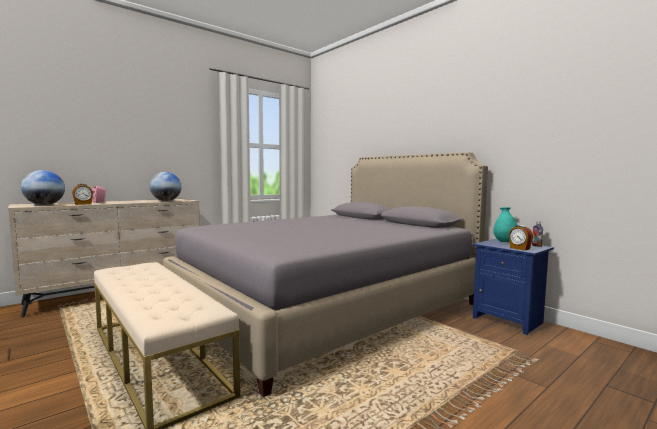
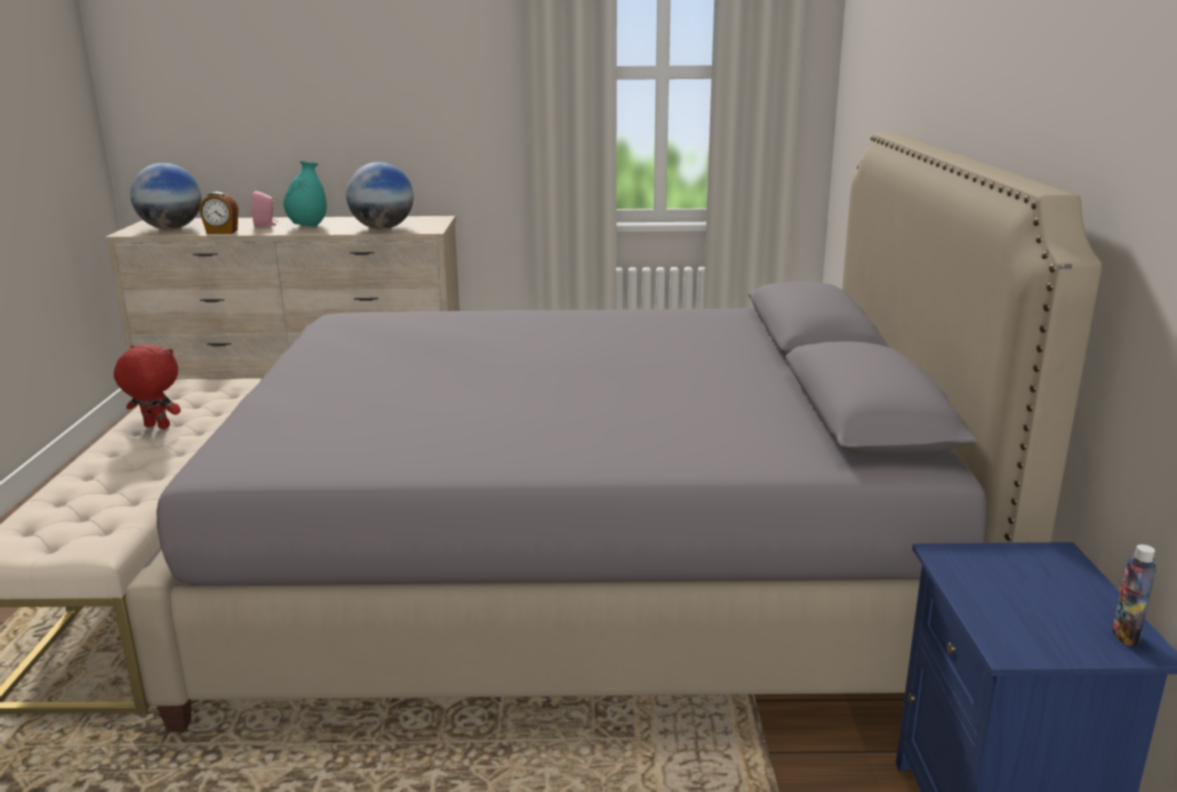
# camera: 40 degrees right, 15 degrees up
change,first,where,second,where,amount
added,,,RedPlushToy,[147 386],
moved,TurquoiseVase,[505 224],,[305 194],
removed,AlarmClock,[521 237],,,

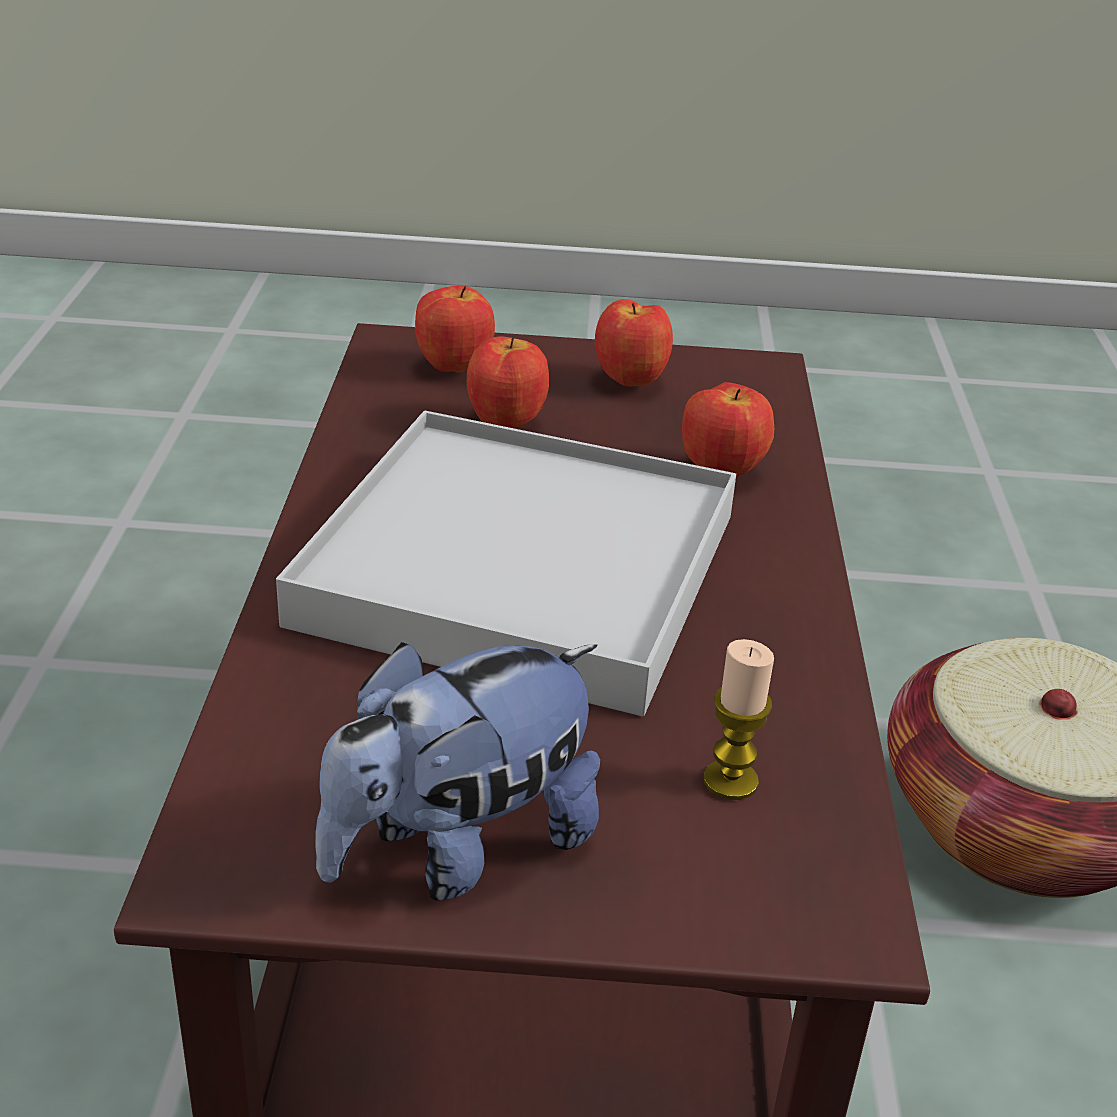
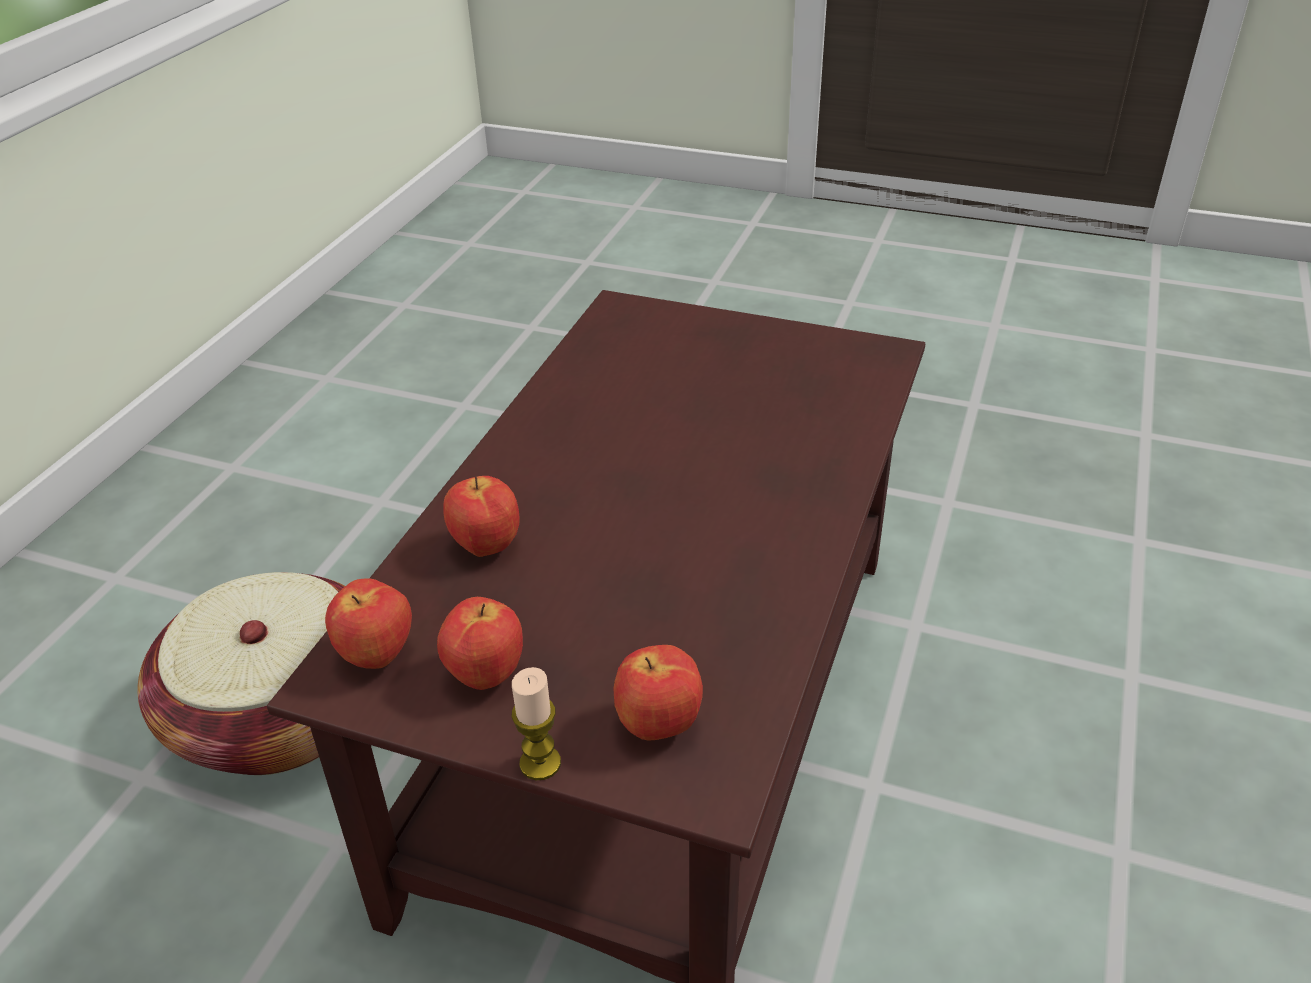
# camera: 160 degrees left, 5 degrees up
change,first,where,second,where,amount
moved,Apple,[508 381],,[368 624],
moved,Candle,[738 719],,[536 723],
removed,WhiteTray,[506 563],,,
removed,PlushToy,[457 771],,,

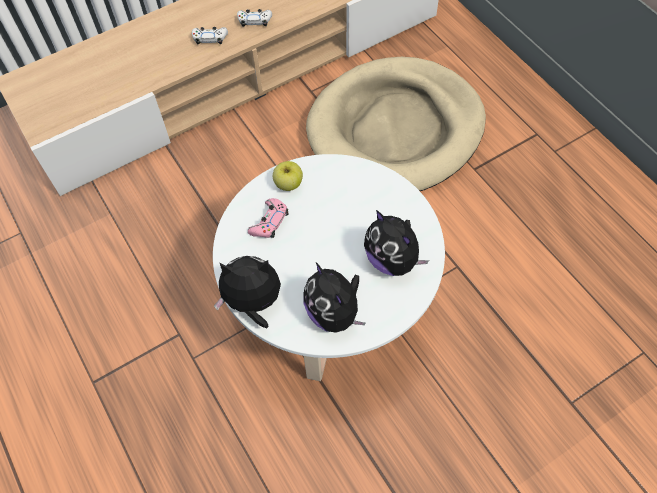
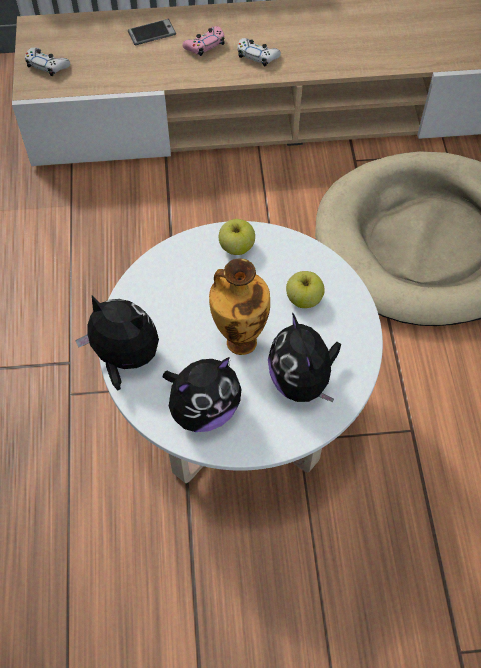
# camera: 25 degrees right, 0 degrees up
change,first,where,second,where,amount
moved,WhiteGameController,[254 18],,[47 62],
added,,,Phone,[152 32],
turned,PlushToy,[334 298],,[202 394],120 degrees counterclockwise
moved,PinkGameController,[268 218],,[203 41],
added,,,Vase,[239 306],
added,,,Apple,[305 289],

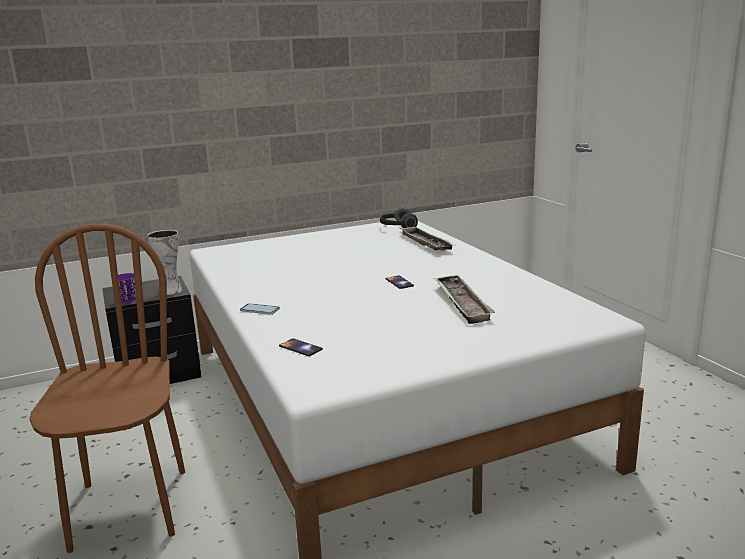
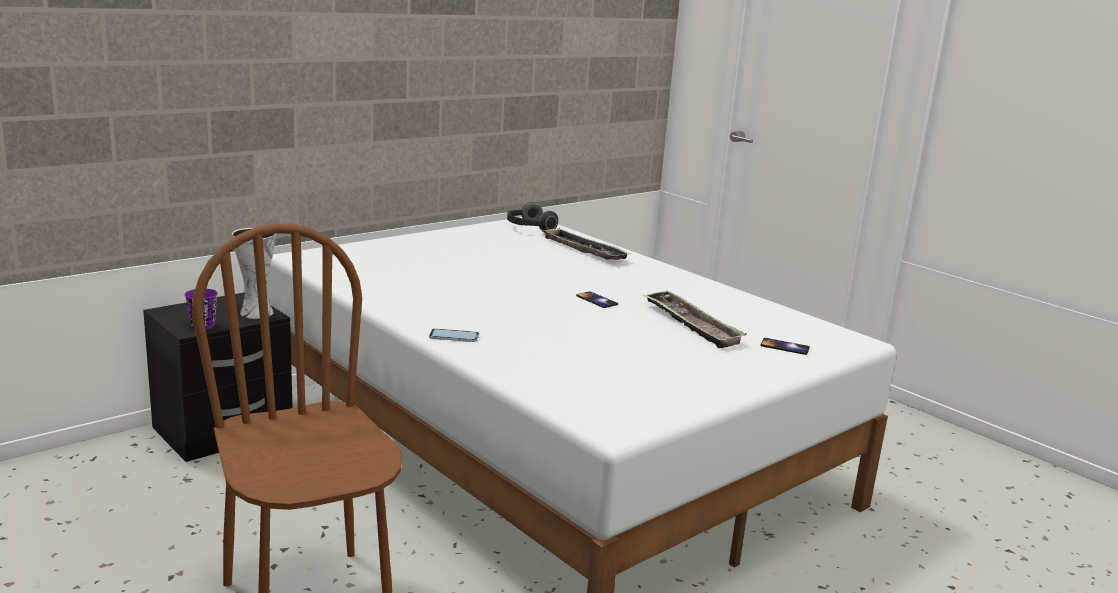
# camera: 20 degrees left, 0 degrees up
change,first,where,second,where,amount
moved,Phone,[301 347],,[785 346],

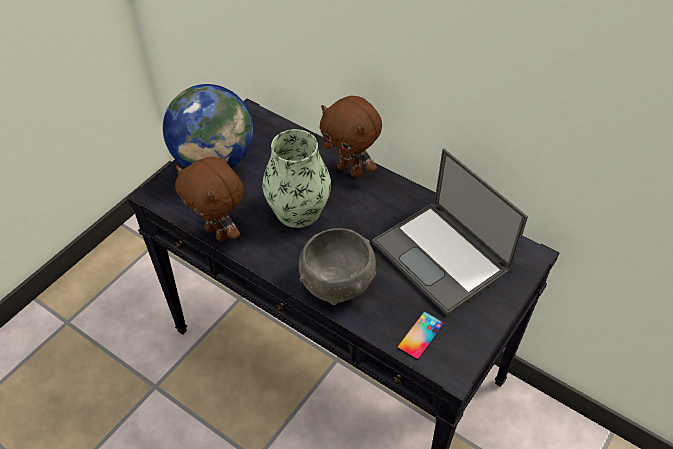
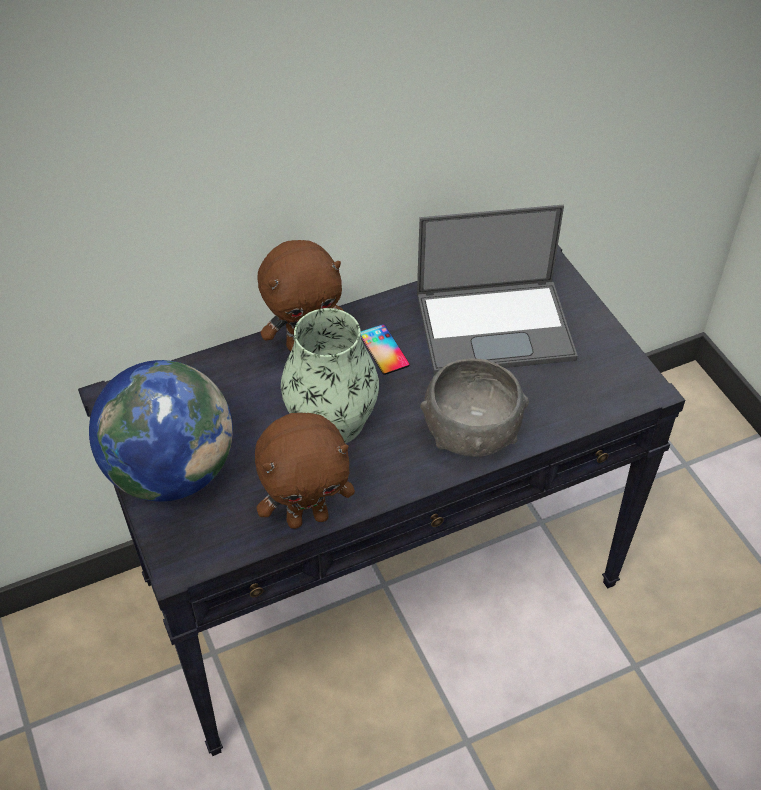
# camera: 60 degrees left, 0 degrees up
change,first,where,second,where,amount
moved,Phone,[420 336],,[385 349],

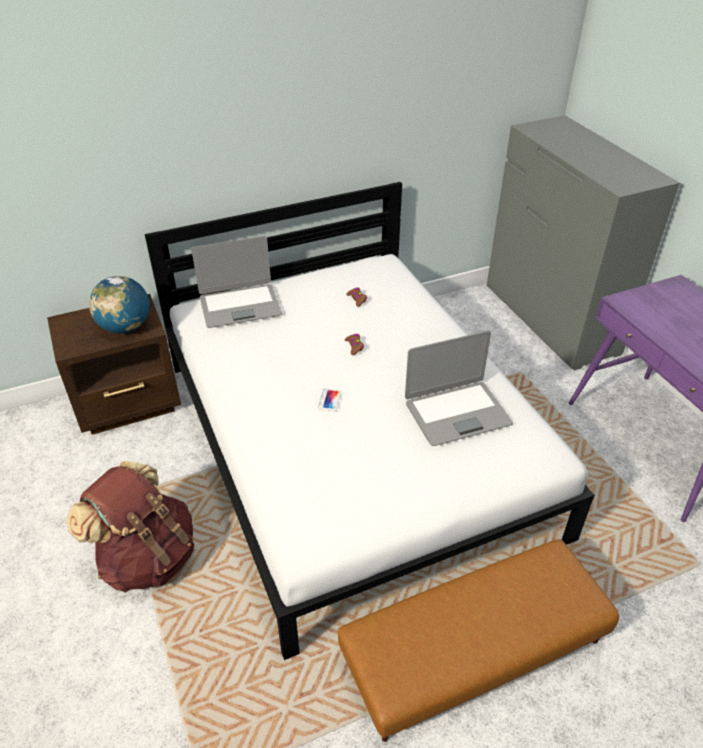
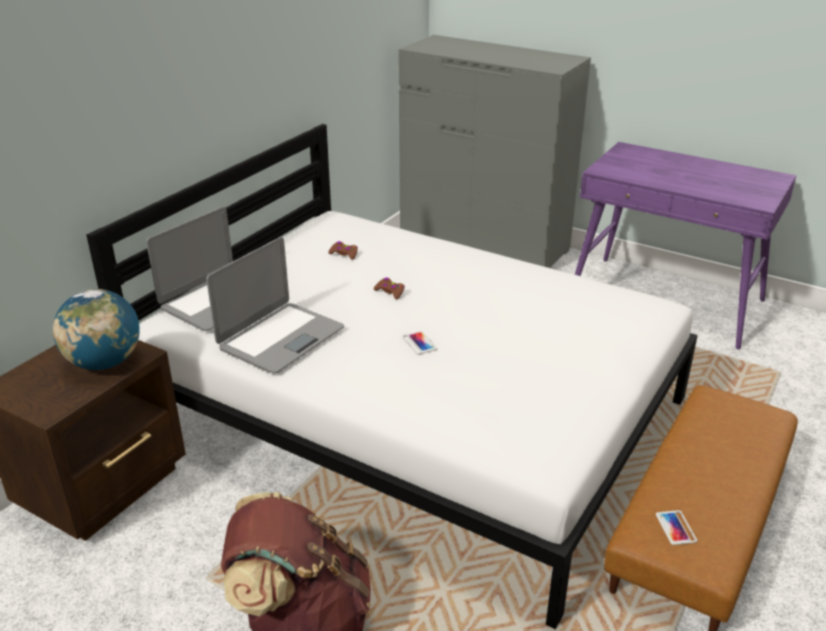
# camera: 35 degrees left, 10 degrees down
change,first,where,second,where,amount
moved,Laptop,[459 388],,[275 305],
added,,,Phone,[676 527],

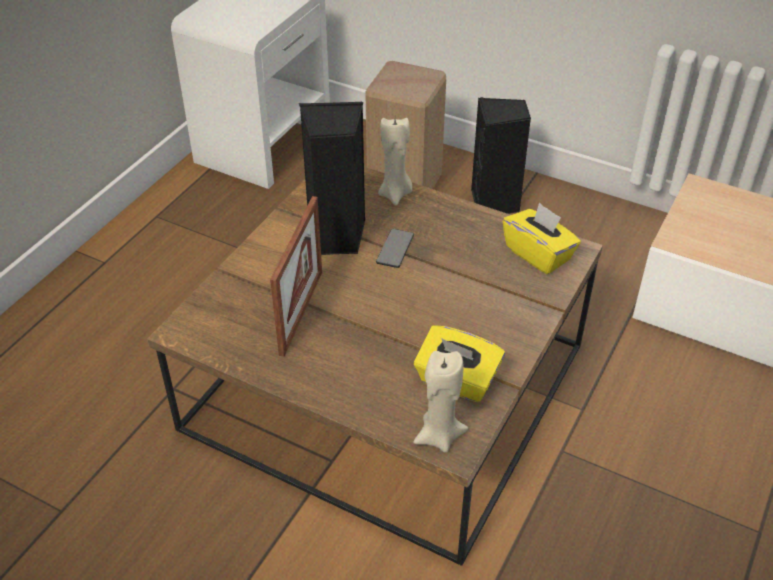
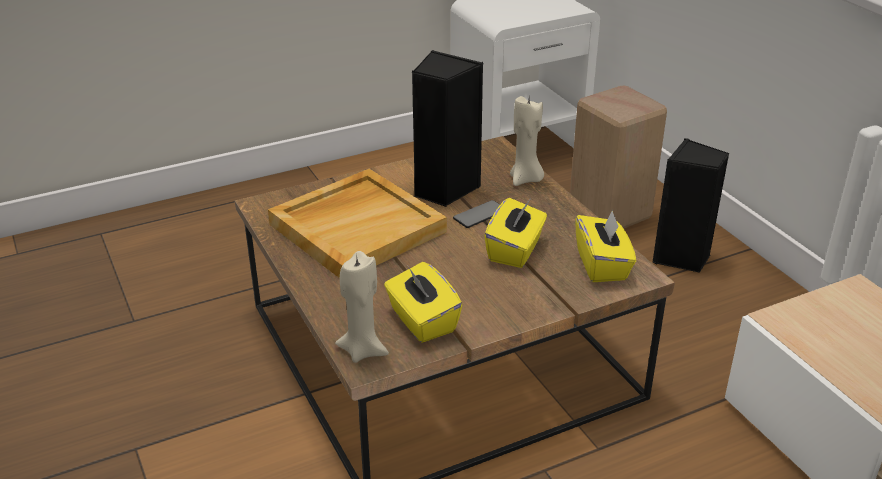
# camera: 35 degrees right, 10 degrees down
change,first,where,second,where,amount
replaced,PictureFrame,[296 276],BeigeTray,[357 223],
added,,,YellowTissueBox,[515 233],

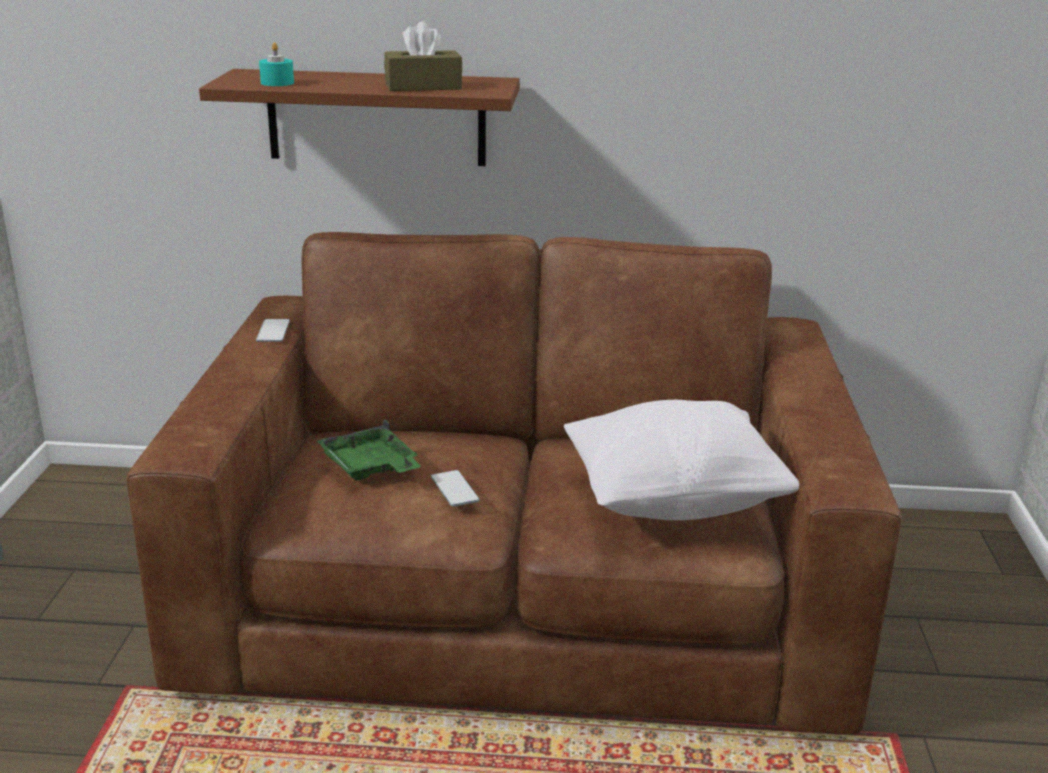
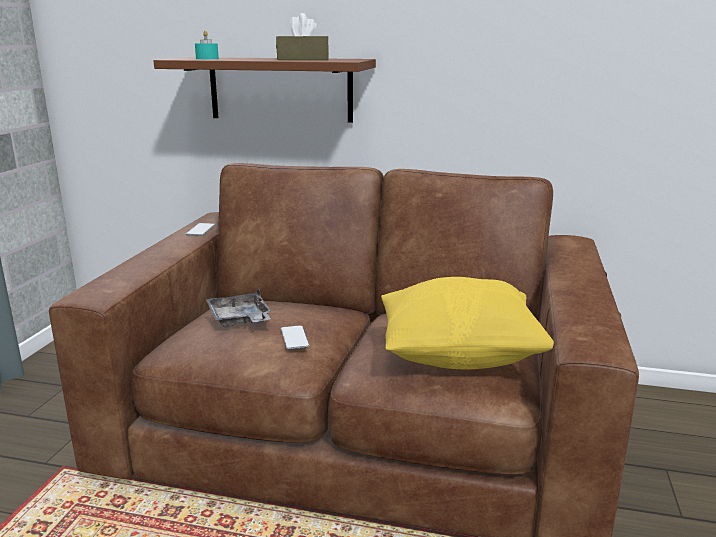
# camera: 10 degrees right, 5 degrees down
change,first,where,second,where,amount
recoloured,GreenTray,[369 450],GreyTray,[239 307],
recoloured,WhitePillow,[681 460],YellowPillow,[467 323],

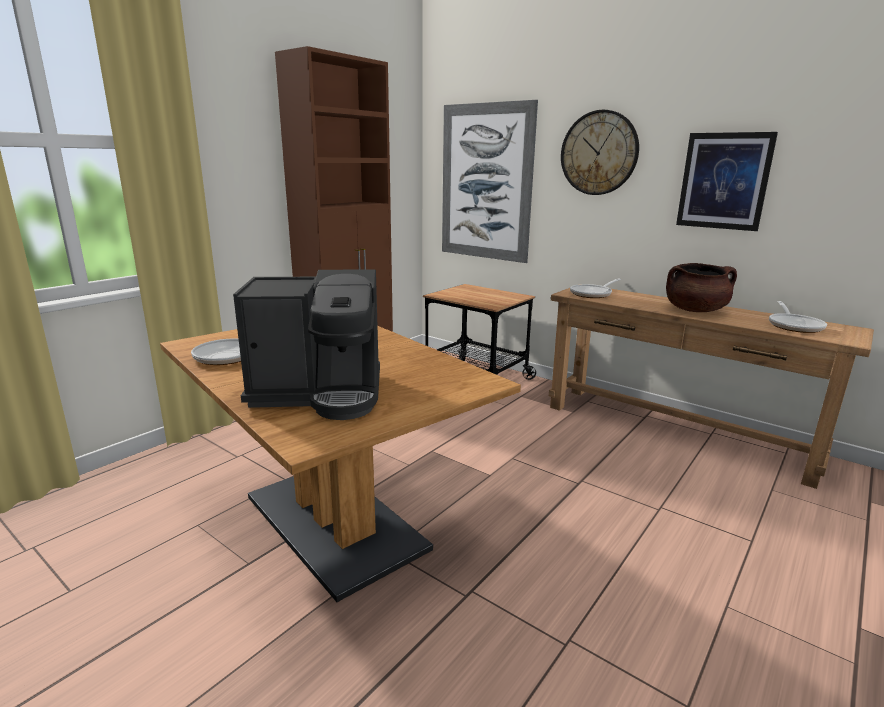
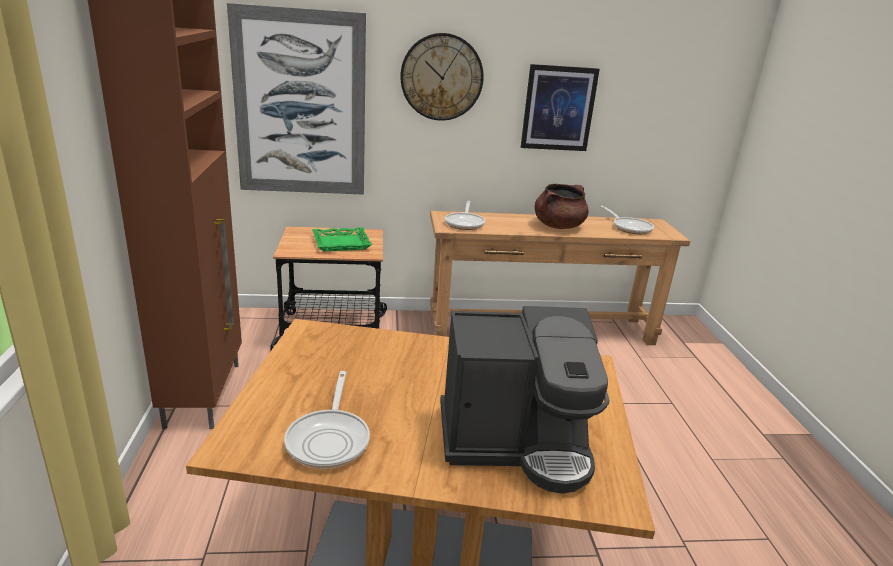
# camera: 45 degrees left, 5 degrees up
change,first,where,second,where,amount
added,,,GreenTray,[342 239],
turned,CoffeeMachine,[306 345],,[525 400],45 degrees clockwise

